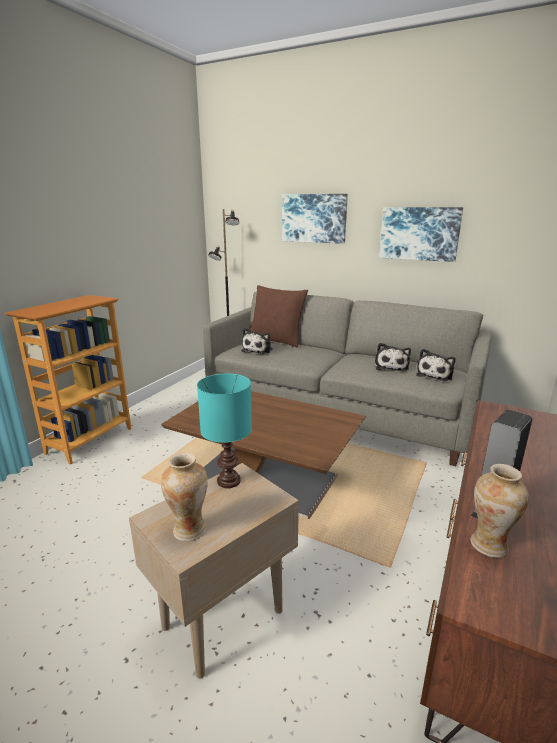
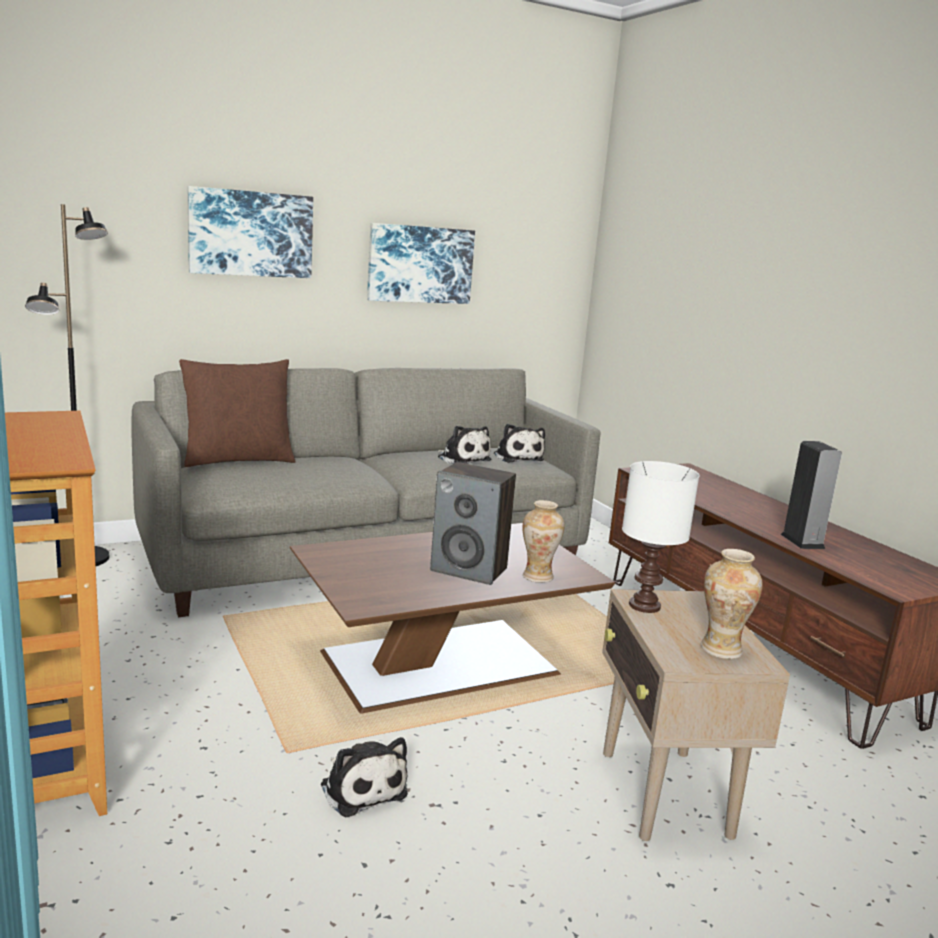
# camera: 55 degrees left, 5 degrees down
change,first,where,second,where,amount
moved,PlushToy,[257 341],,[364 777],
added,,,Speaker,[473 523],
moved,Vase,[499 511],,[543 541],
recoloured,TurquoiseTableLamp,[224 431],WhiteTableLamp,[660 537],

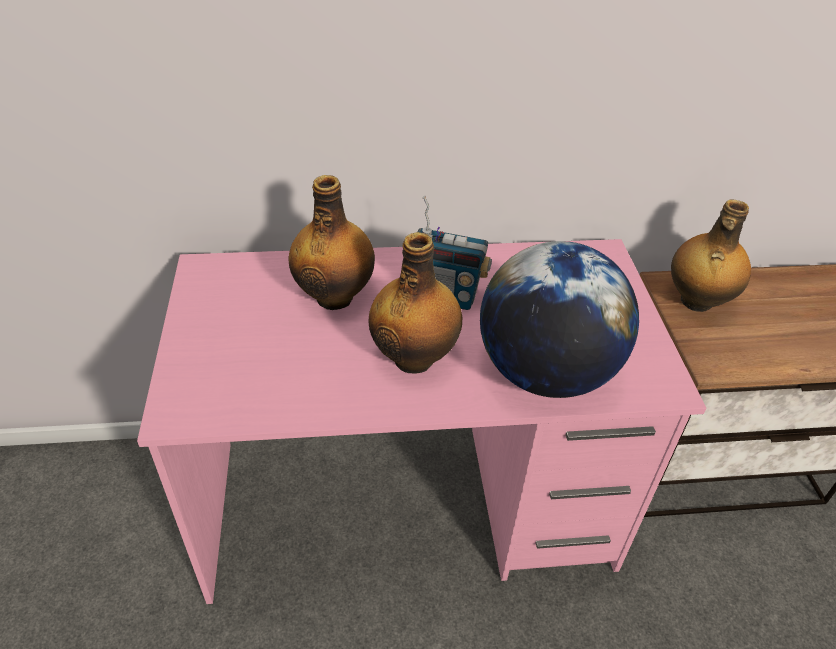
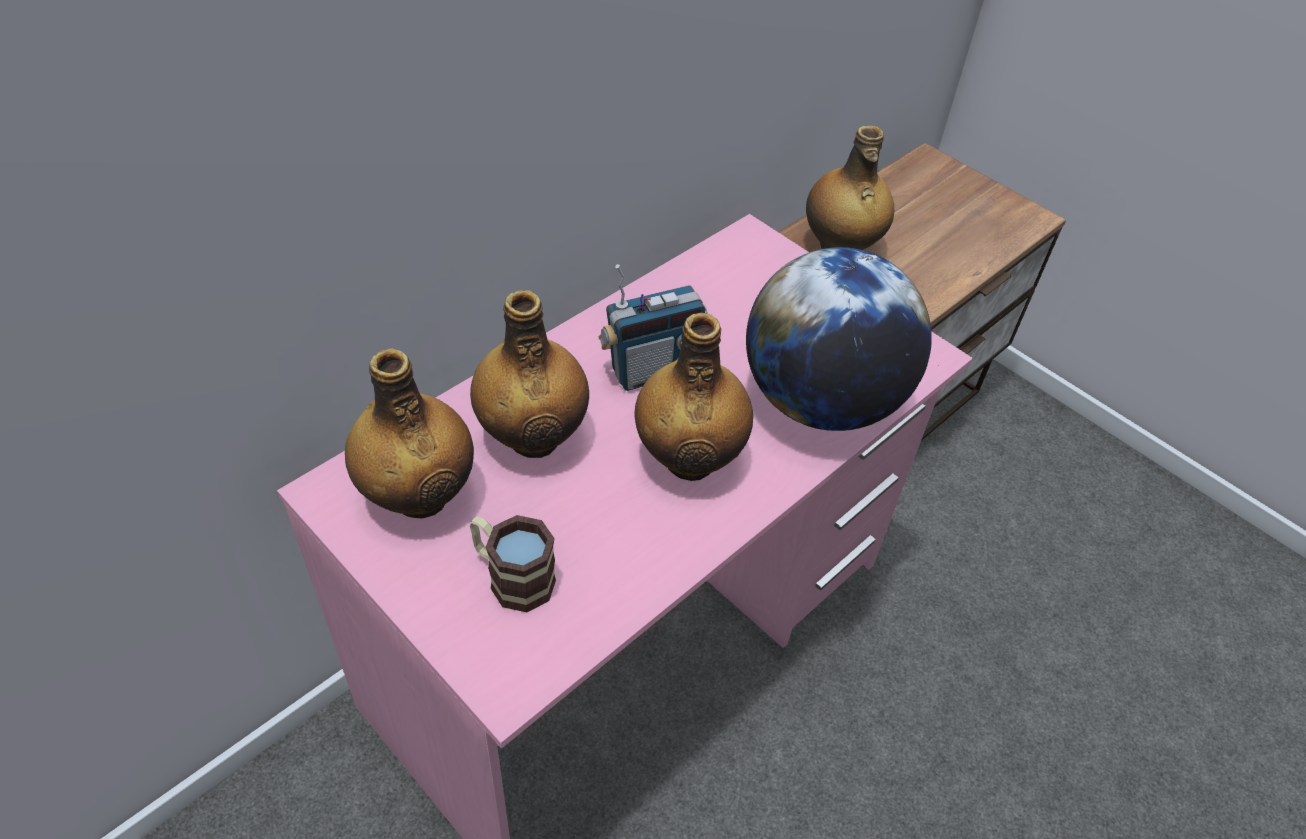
# camera: 40 degrees left, 5 degrees up
change,first,where,second,where,amount
added,,,Bottle,[409 433],
added,,,Mug,[513 563],

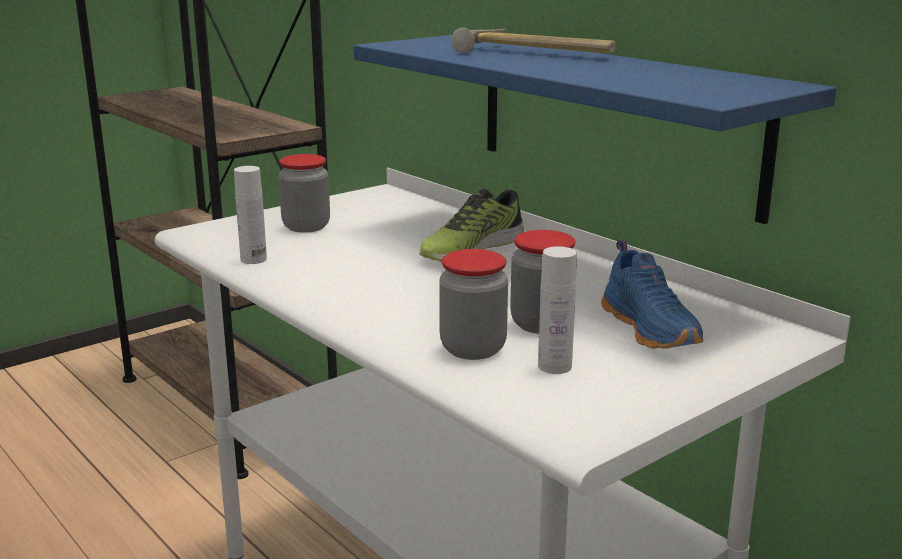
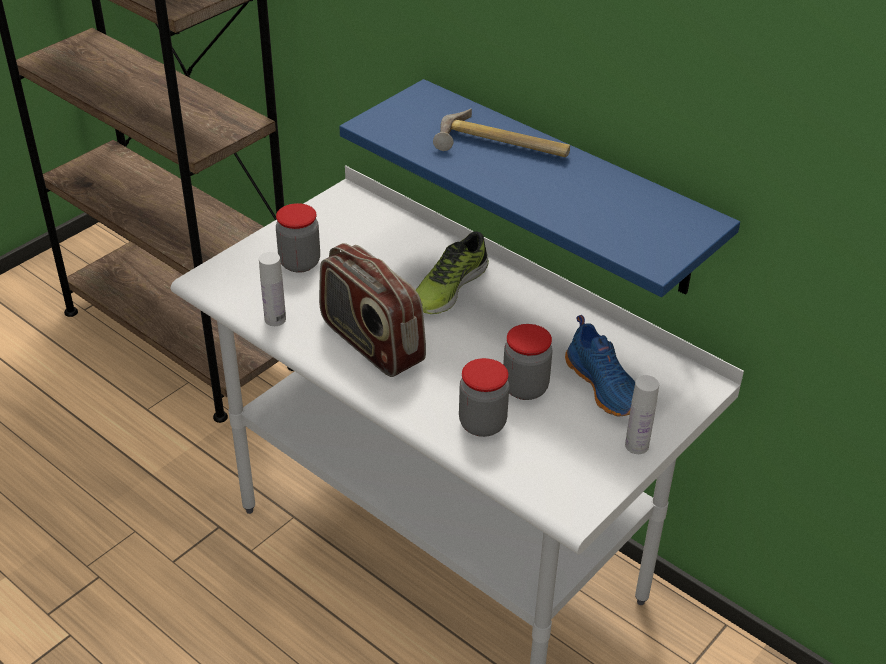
# camera: 10 degrees left, 20 degrees up
change,first,where,second,where,amount
added,,,Radio,[372 310],
moved,WhiteBottle,[557 310],,[642 414],

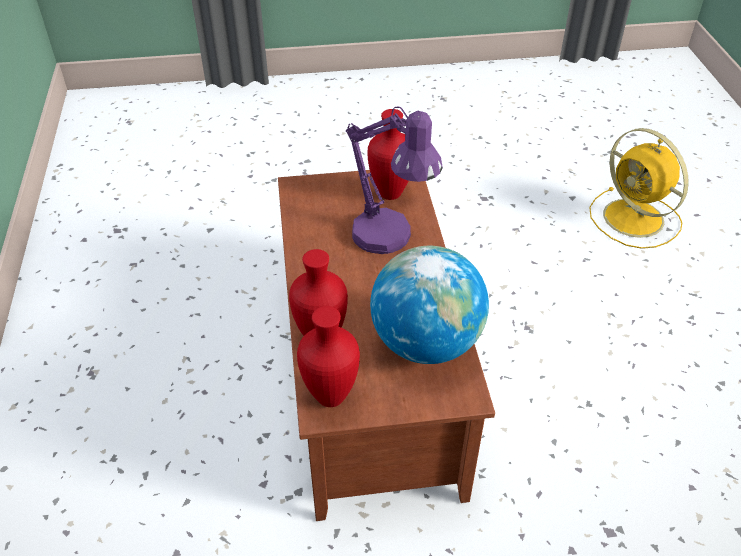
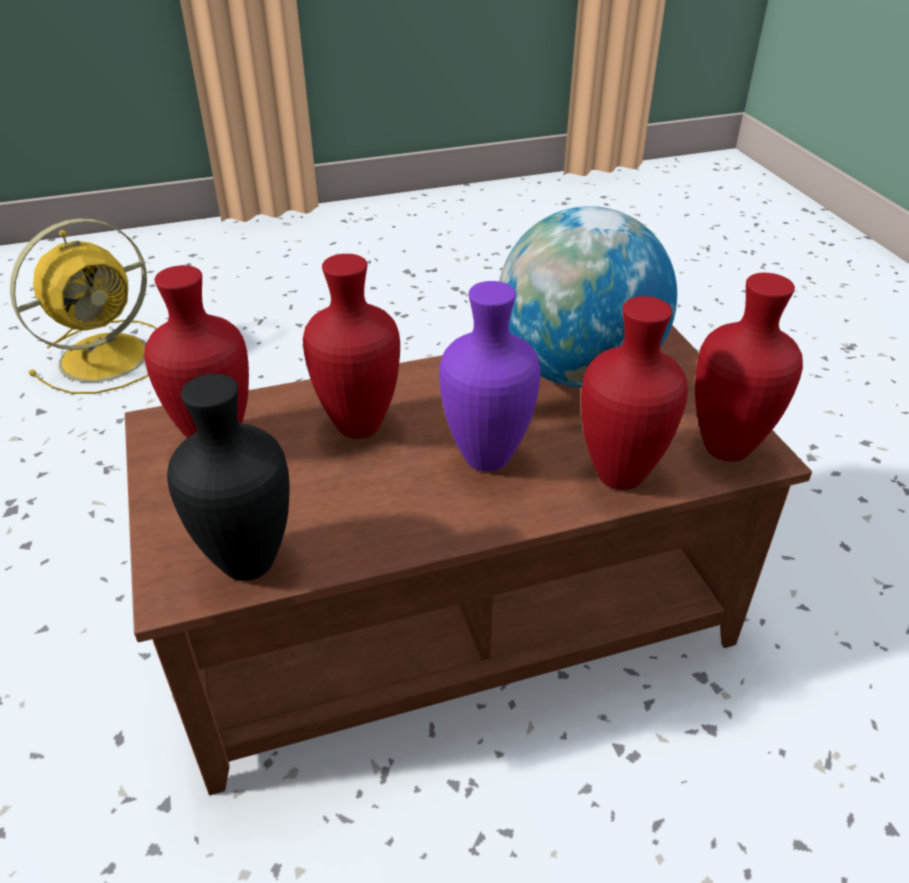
# camera: 100 degrees left, 5 degrees down
change,first,where,second,where,amount
added,,,BlackVase,[228 477],
replaced,PurpleTableLamp,[394 180],RedVase,[351 346],
added,,,PurpleVase,[489 376],

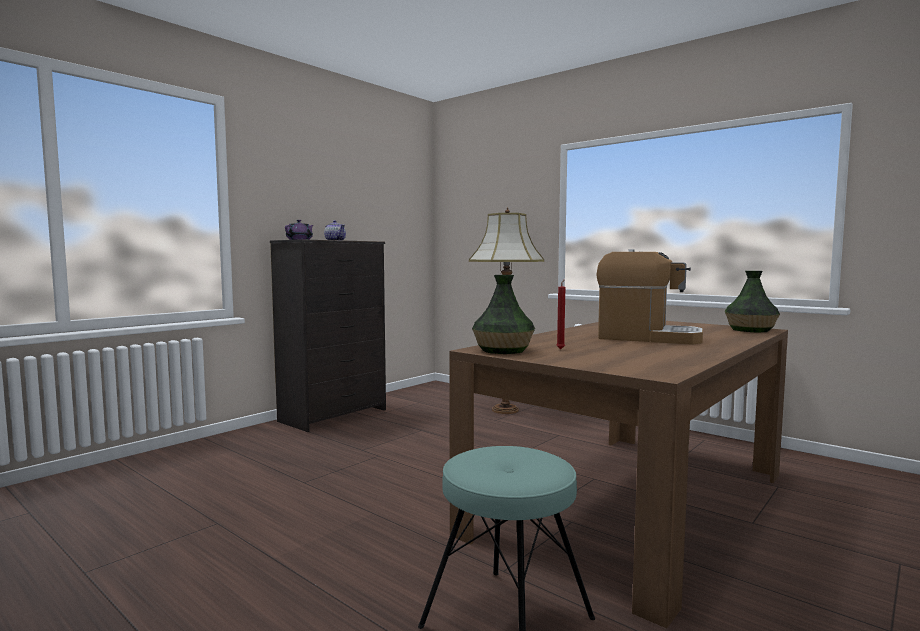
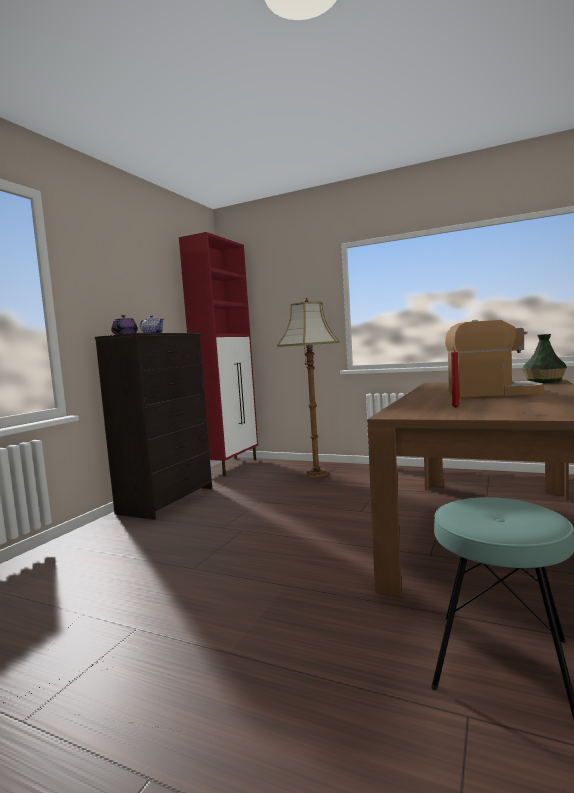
# camera: 15 degrees left, 0 degrees up
change,first,where,second,where,amount
added,,,RedCabinet,[218 354],
removed,Vase,[503 314],,,

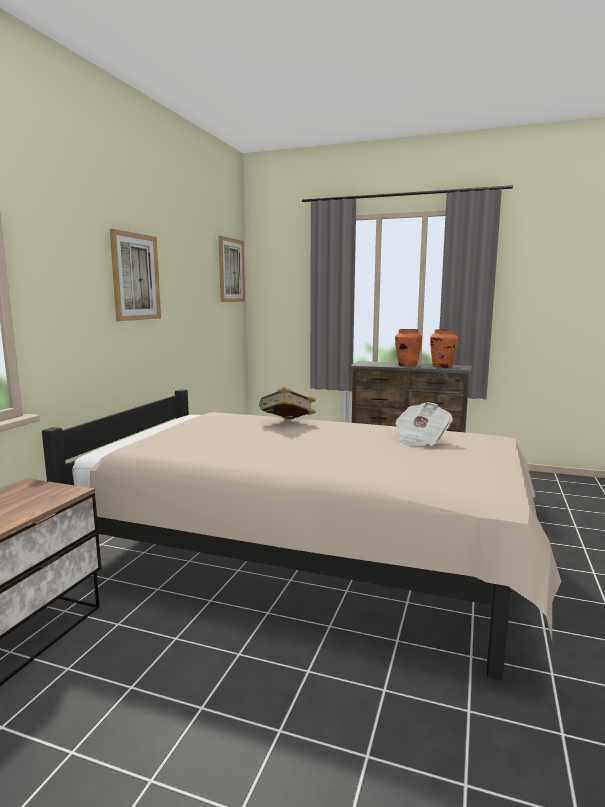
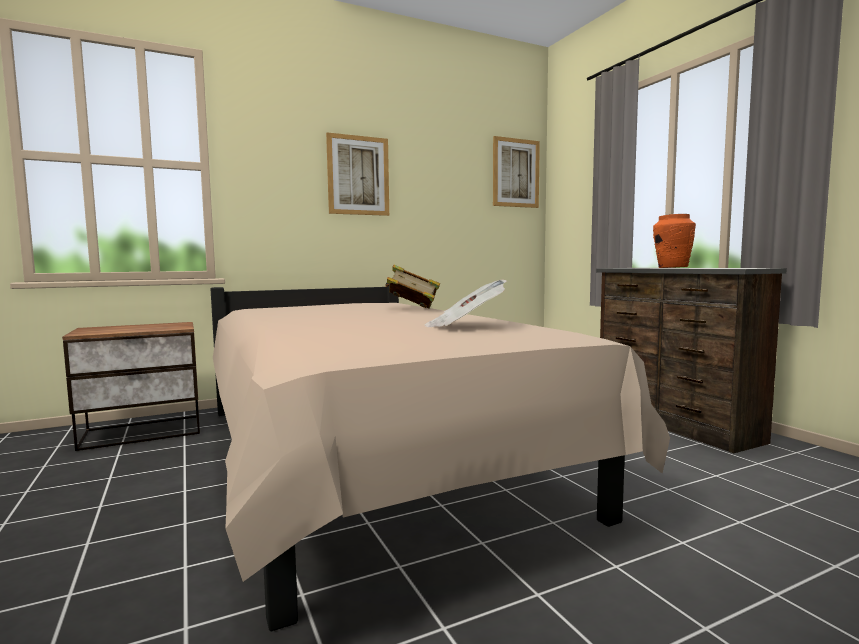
# camera: 45 degrees right, 5 degrees down
change,first,where,second,where,amount
removed,OrangeVase,[444 348],,,

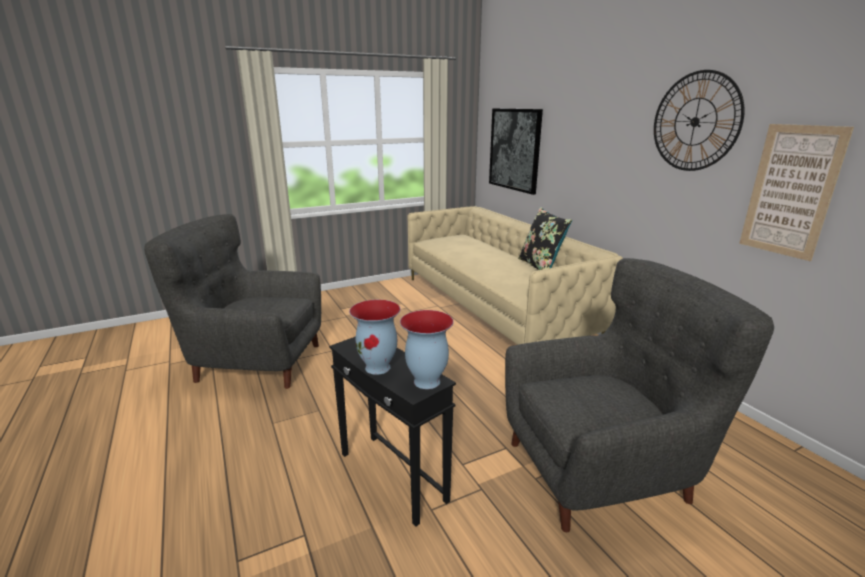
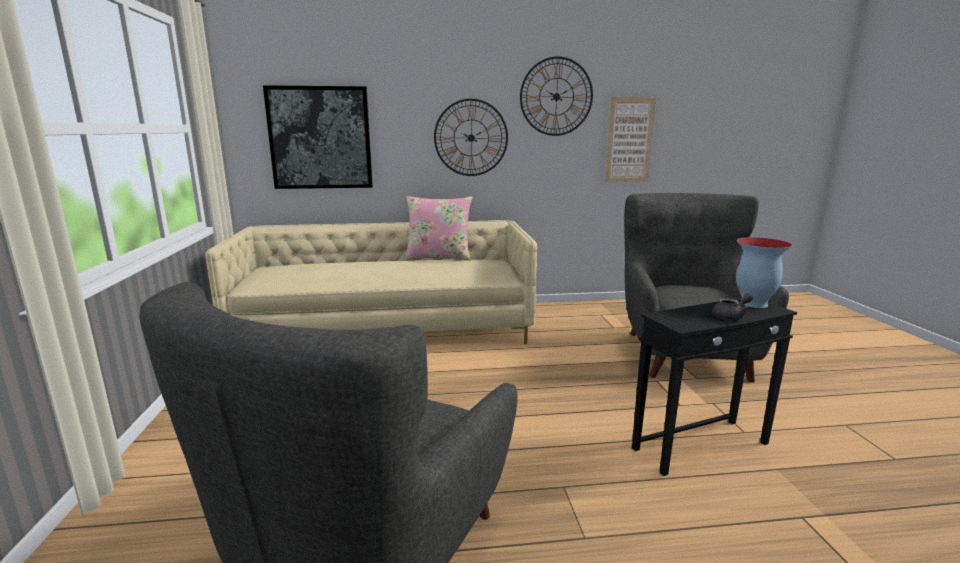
# camera: 70 degrees left, 5 degrees down
change,first,where,second,where,amount
recoloured,BlackPillow,[545 238],PinkPillow,[438 228],
added,,,WallClock,[471 137],
replaced,Vase,[374 337],GreyTeapot,[732 306],

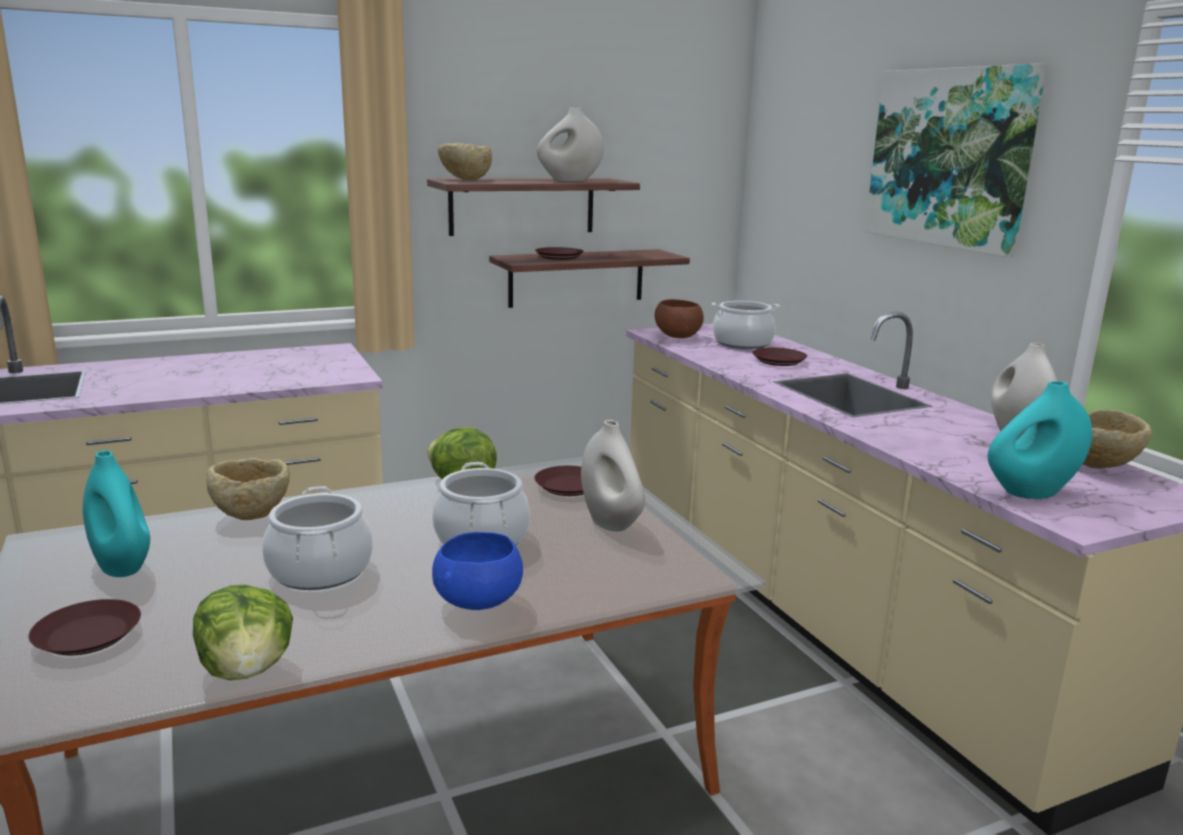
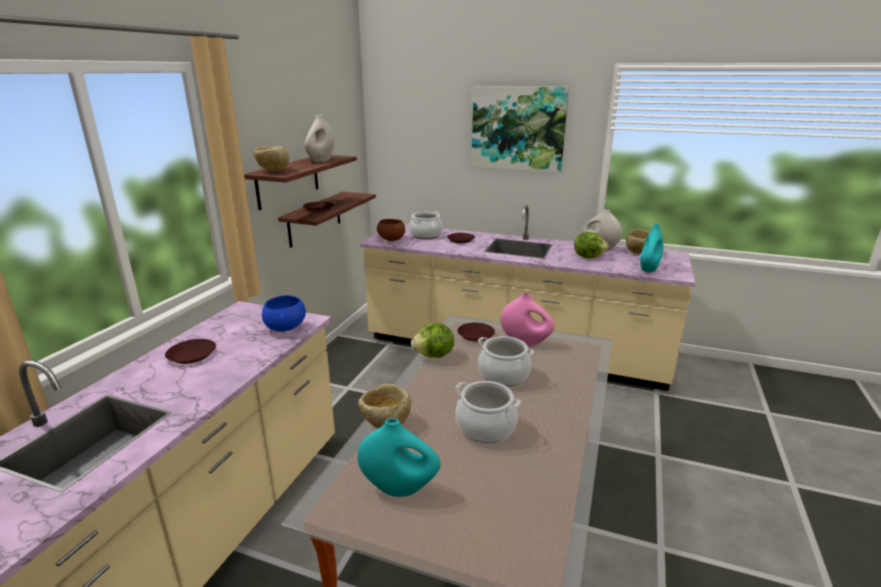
# camera: 45 degrees left, 5 degrees up
change,first,where,second,where,amount
moved,BrownPlate,[85 627],,[190 351],
moved,BlueBowl,[477 571],,[284 313],
recoloured,WhiteVase,[613 475],PinkVase,[528 320],
moved,Lettuce,[243 632],,[591 245],

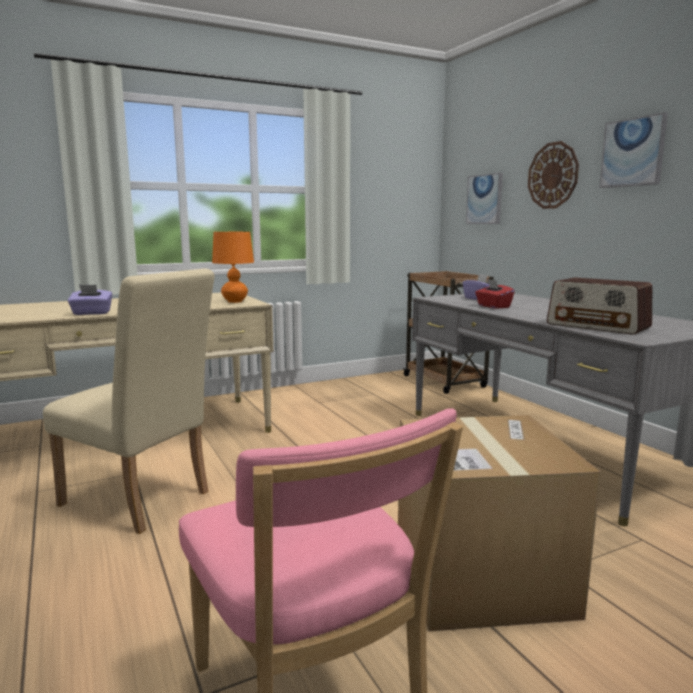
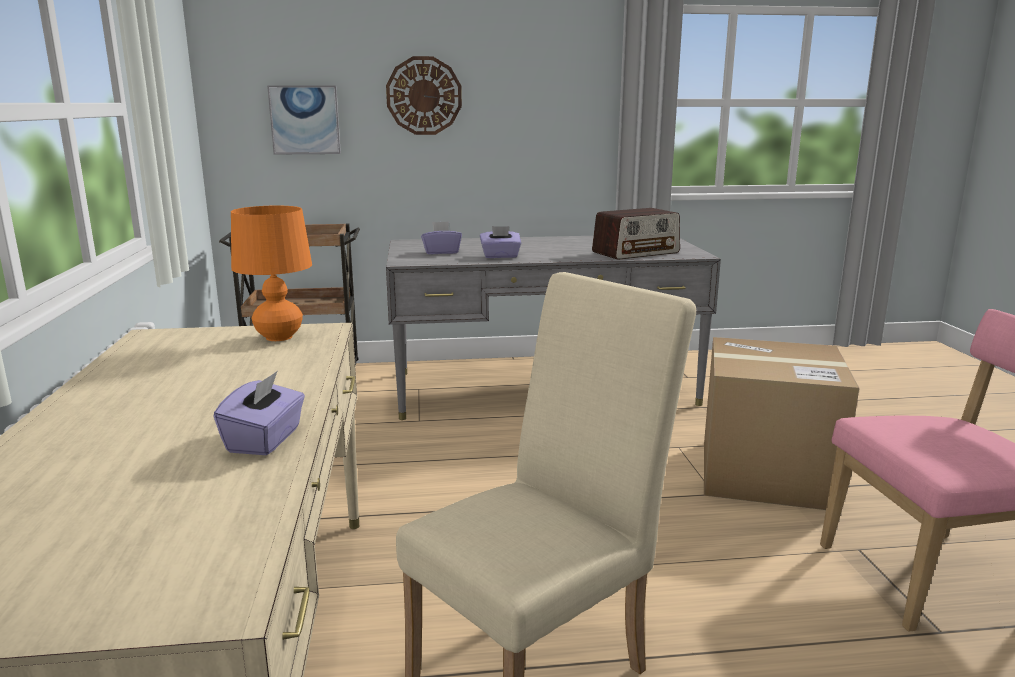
# camera: 70 degrees left, 5 degrees up
change,first,where,second,where,amount
recoloured,RedTissueBox,[495 294],PurpleTissueBox,[500 242],
removed,Picture,[633 150],,,

